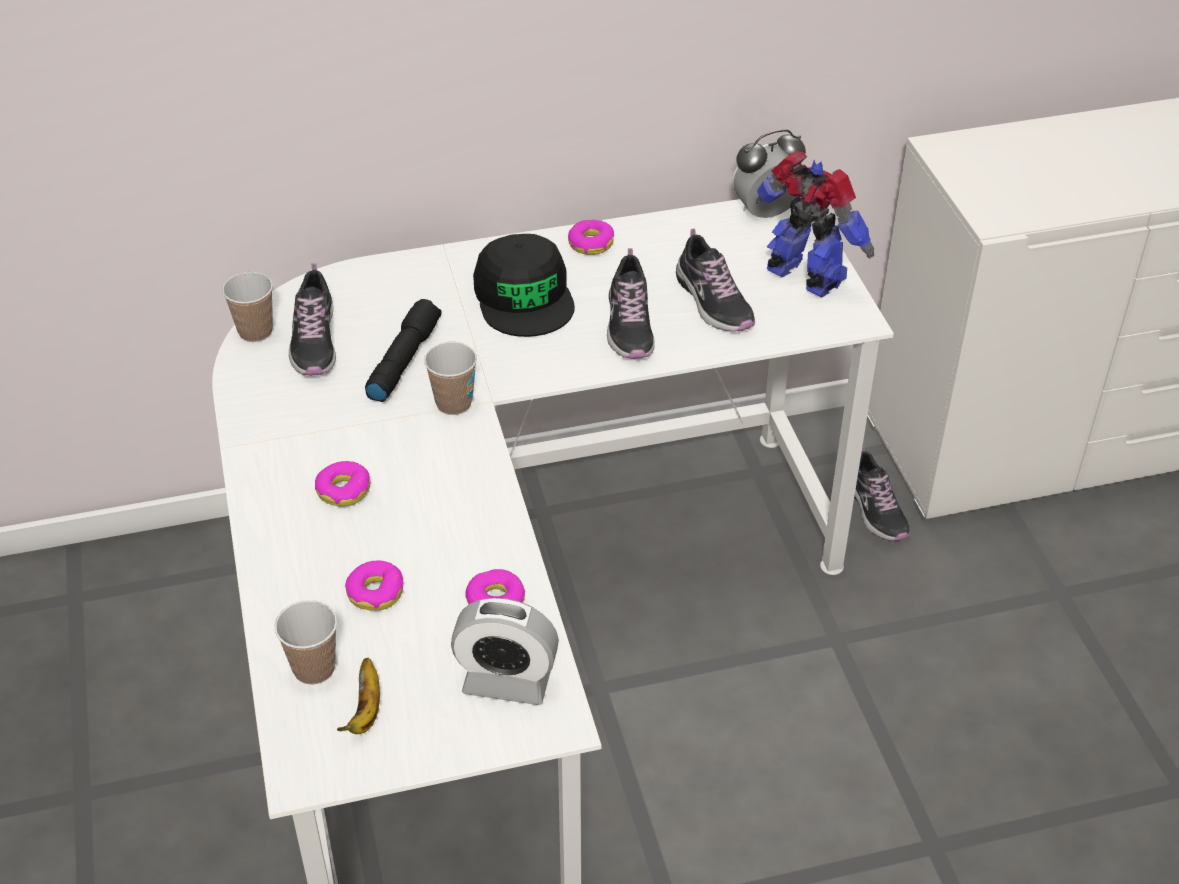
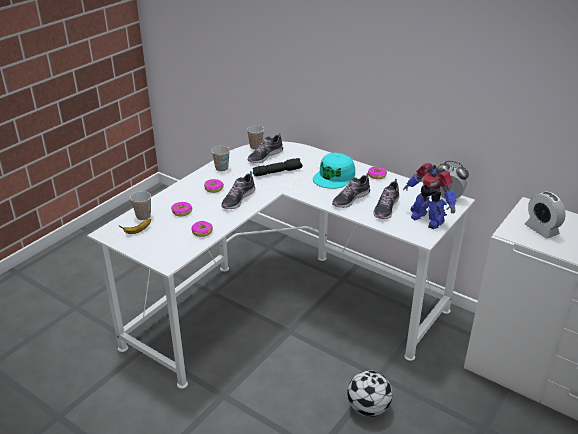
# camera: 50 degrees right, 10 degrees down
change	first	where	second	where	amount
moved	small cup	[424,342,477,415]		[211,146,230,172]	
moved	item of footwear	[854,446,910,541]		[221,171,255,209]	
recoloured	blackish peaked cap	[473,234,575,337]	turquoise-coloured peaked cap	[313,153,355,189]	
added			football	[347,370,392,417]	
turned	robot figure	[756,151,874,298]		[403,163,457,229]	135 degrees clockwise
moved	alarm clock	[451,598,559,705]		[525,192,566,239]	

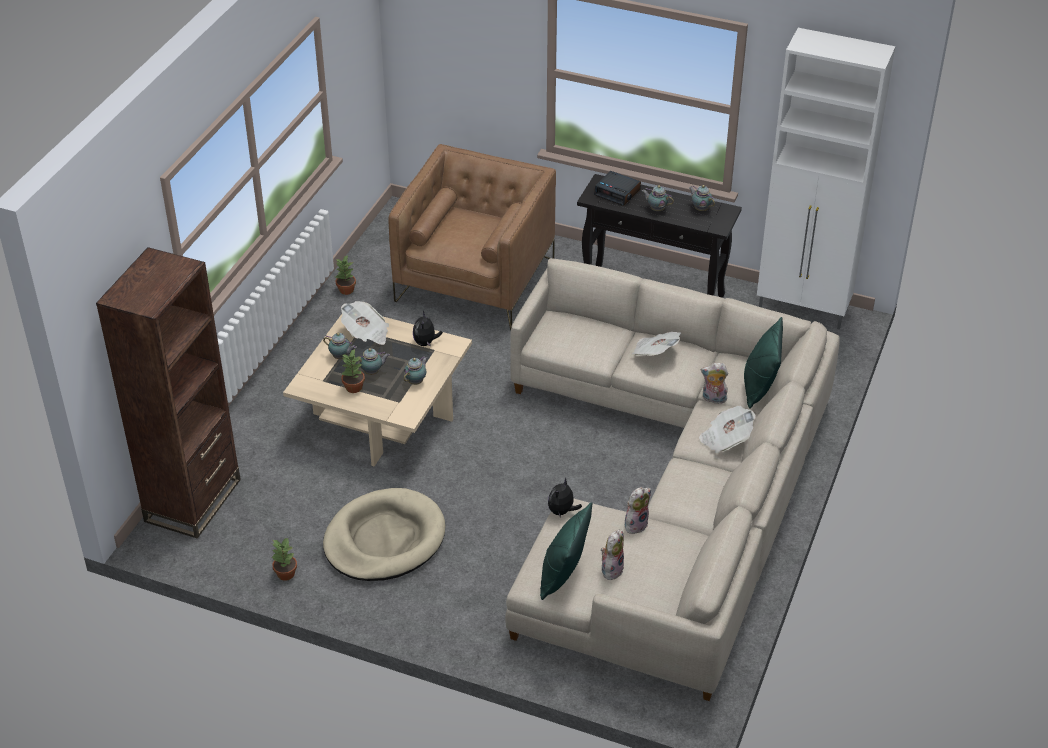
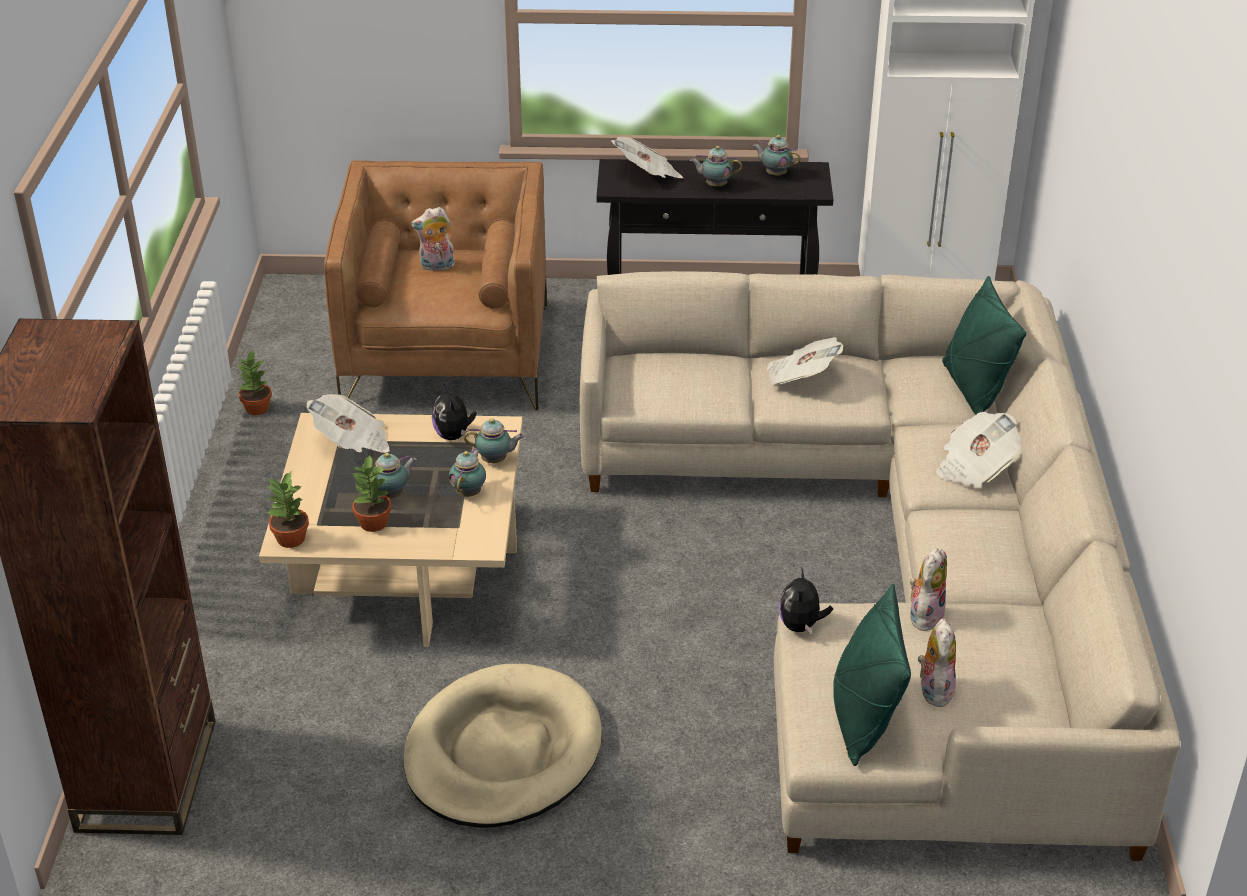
# camera: 20 degrees left, 5 degrees down
change	first	where	second	where	amount
moved	plant in a pot	[271,537,297,581]		[266,472,309,548]	
moved	soft toy	[701,363,728,404]		[411,207,455,271]	
moved	pot for tea	[323,333,357,359]		[464,418,524,463]	
replaced	alarm clock	[594,171,641,206]	newspaper	[611,137,683,178]	

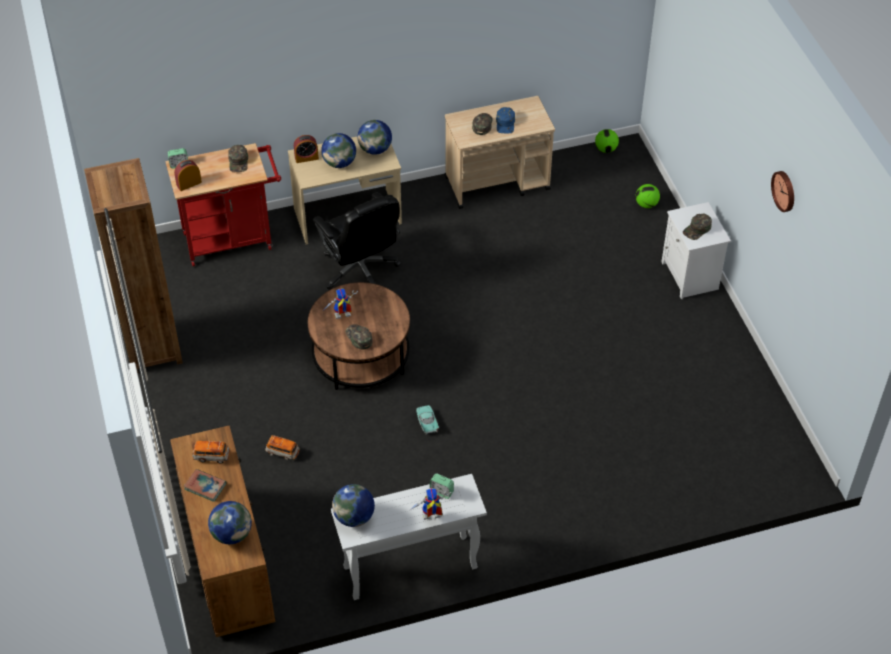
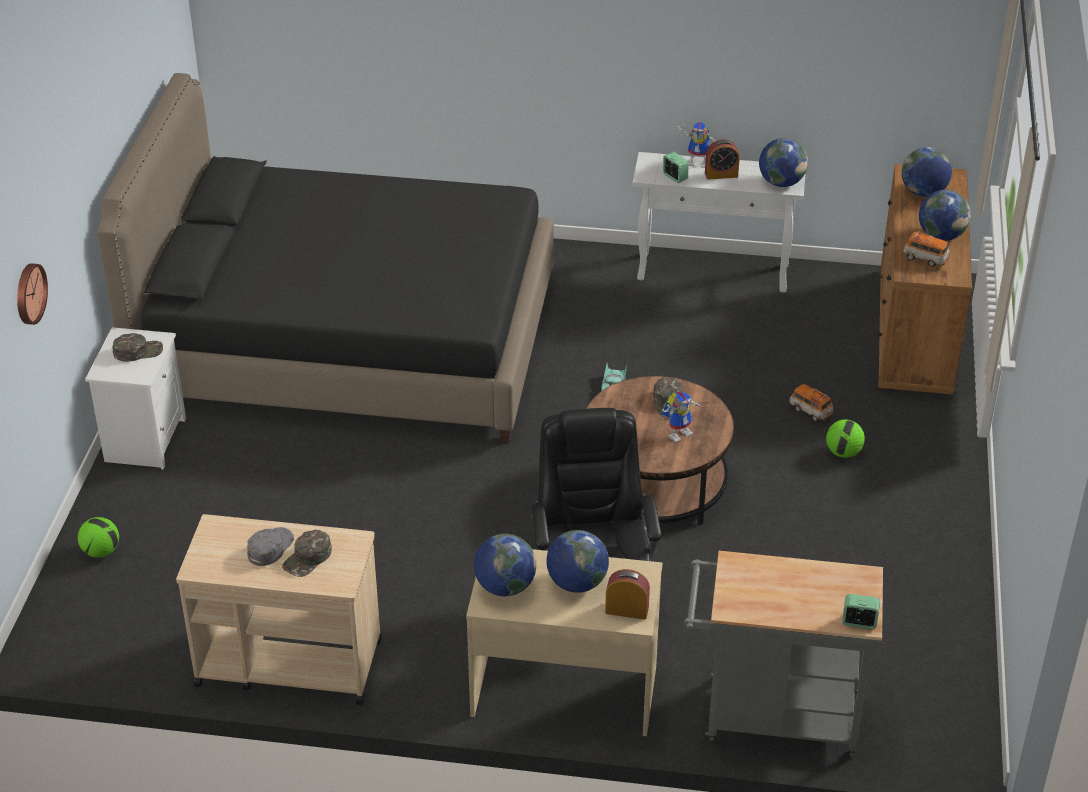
# camera: 155 degrees left, 10 degrees down
change	first	where	second	where	amount
moved	hanging clock	[771,171,794,212]		[17,263,48,325]	
added			blackish sleeping bed	[97,73,554,442]	
recoloured	blue peaked cap	[496,107,515,133]	greyish peaked cap	[247,527,294,566]	
turned	robot figure	[324,289,358,319]		[662,392,704,442]	45 degrees counterclockwise
recoloured	red cart	[165,143,281,266]	greyish cart	[684,551,883,756]	
moved	alarm clock	[174,160,202,191]		[705,139,740,180]	
moved	football	[595,129,619,153]		[826,420,865,458]	
replaced	book	[183,469,227,502]	globe	[919,190,971,241]	
removed	brown shelving unit	[84,158,183,373]			
removed	green peaked cap	[228,145,248,172]			

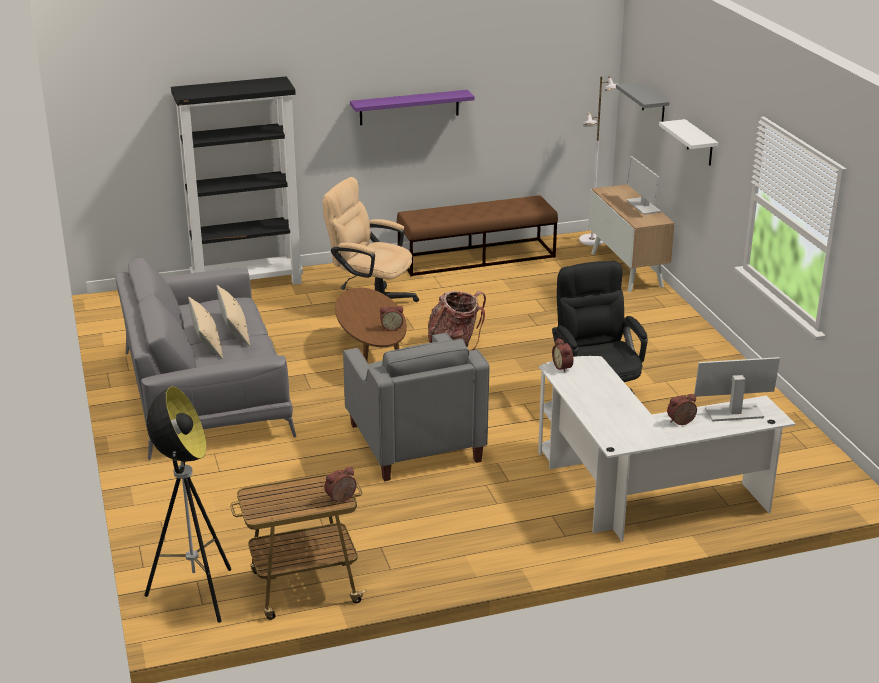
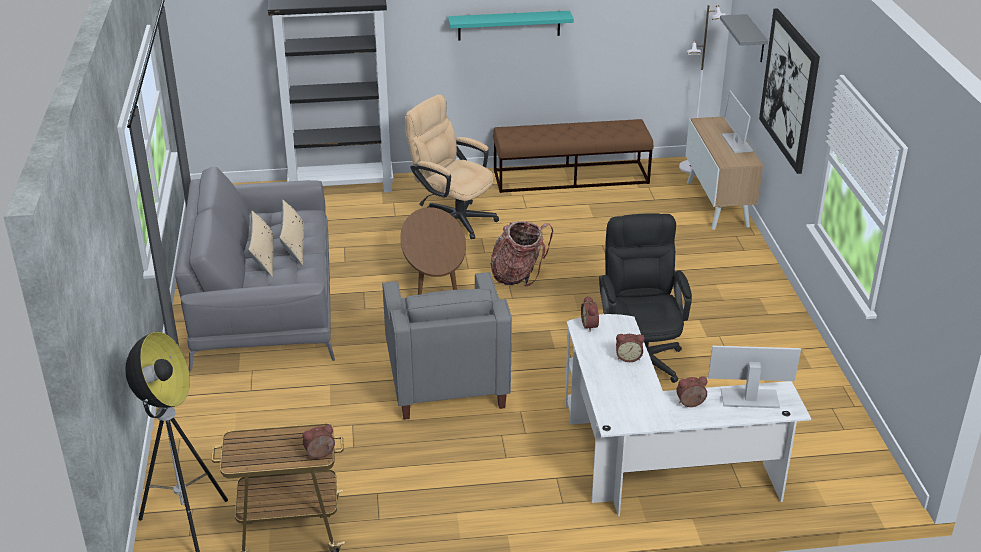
# camera: 10 degrees right, 5 degrees up
change	first	where	second	where	amount
recoloured	purple bracket shelf	[350,90,475,125]	turquoise-coloured bracket shelf	[448,11,574,41]	
moved	alarm clock	[380,306,403,331]		[616,334,645,362]	
replaced	white bracket shelf	[659,119,718,166]	wall picture	[759,8,820,174]	

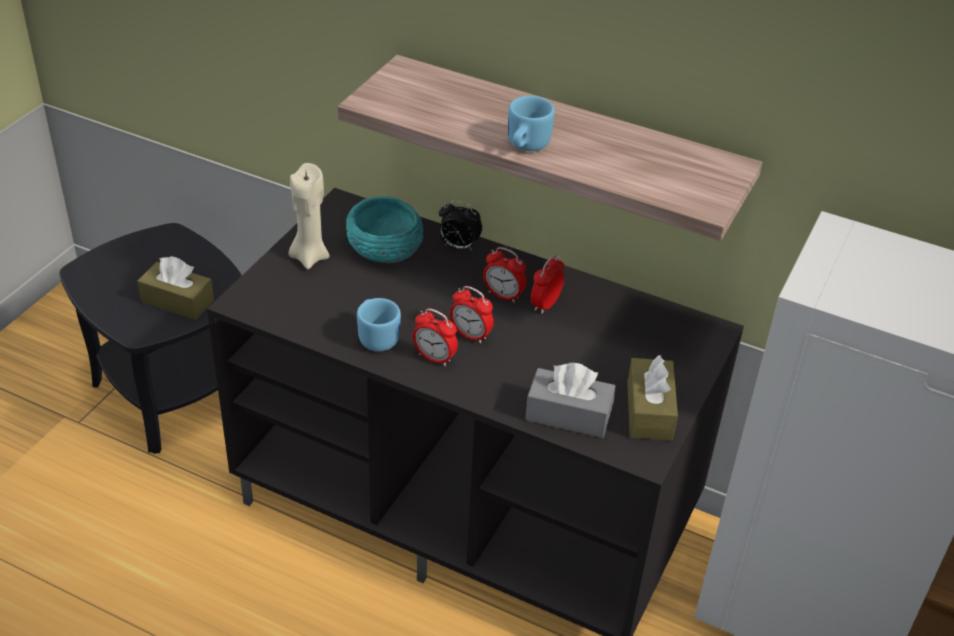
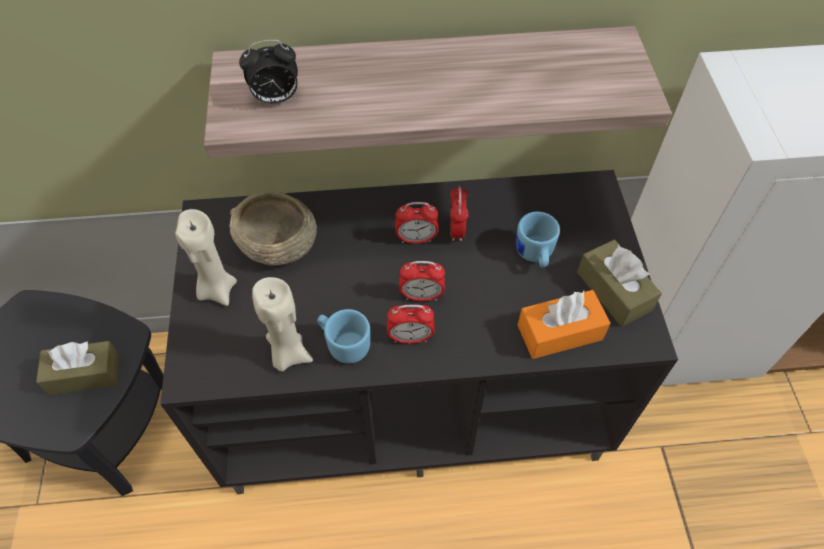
# camera: 30 degrees left, 15 degrees up
change	first	where	second	where	amount
recoloured	turquoise-coloured bowl	[346,196,423,263]	beige-coloured bowl	[229,191,317,266]	
moved	alarm clock	[439,201,482,251]		[239,40,298,104]	
added			beige-coloured wax candle	[252,277,313,372]	
moved	blue tea mug	[508,96,555,151]		[516,212,560,267]	
recoloured	greyish tissue holder	[525,363,615,438]	orangey tissue holder	[518,290,611,359]	

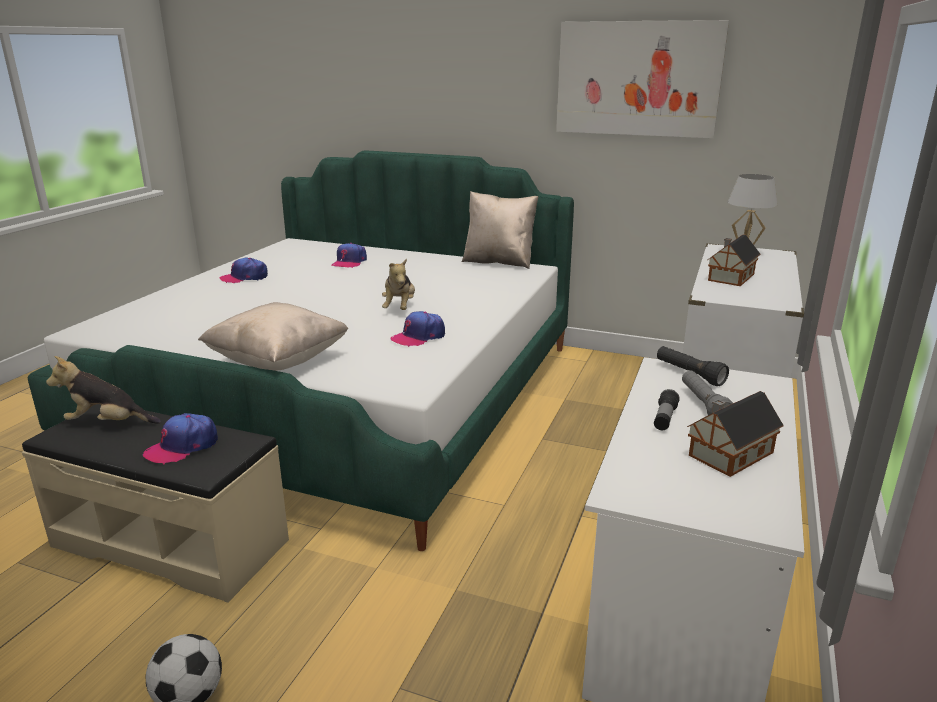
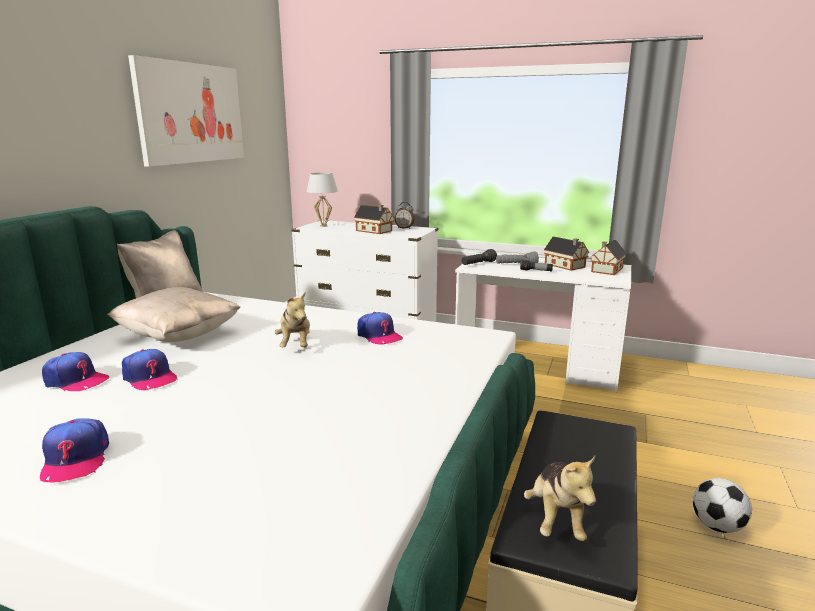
# camera: 90 degrees left, 5 degrees down
change	first	where	second	where	amount
moved	beige-coloured pillow	[198,302,349,371]		[107,287,241,342]	
moved	peaked cap	[143,413,218,465]		[122,349,177,390]	
turned	soft toy	[382,259,415,310]		[275,292,310,347]	75 degrees clockwise
added			alarm clock	[395,202,415,229]	
added			toy house	[591,240,627,275]	

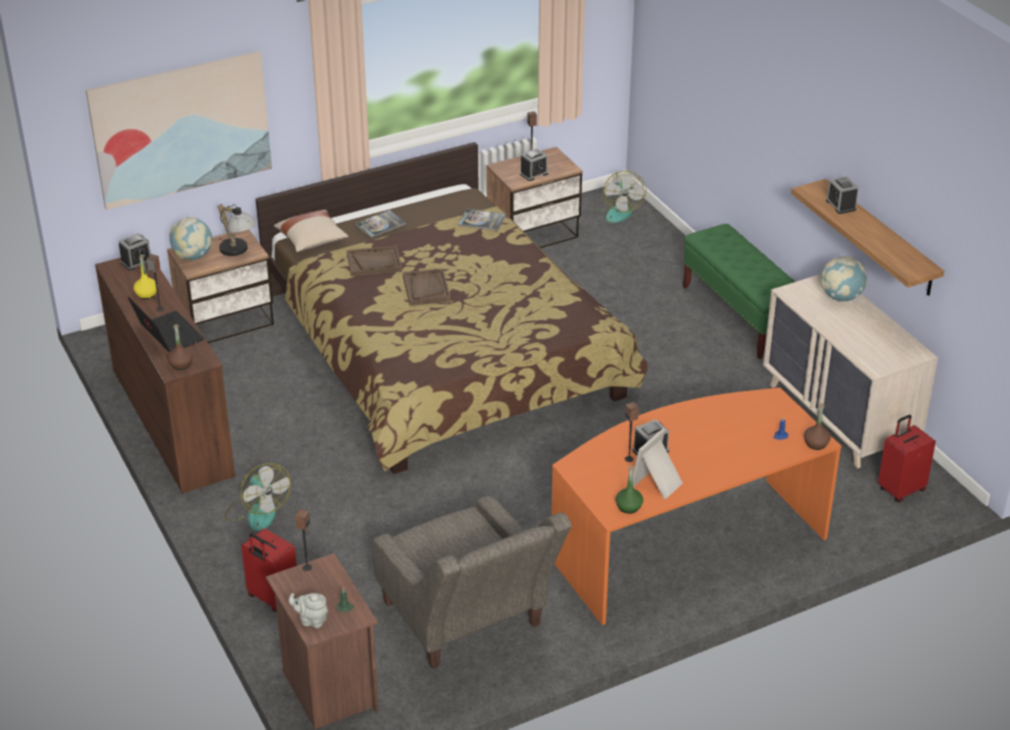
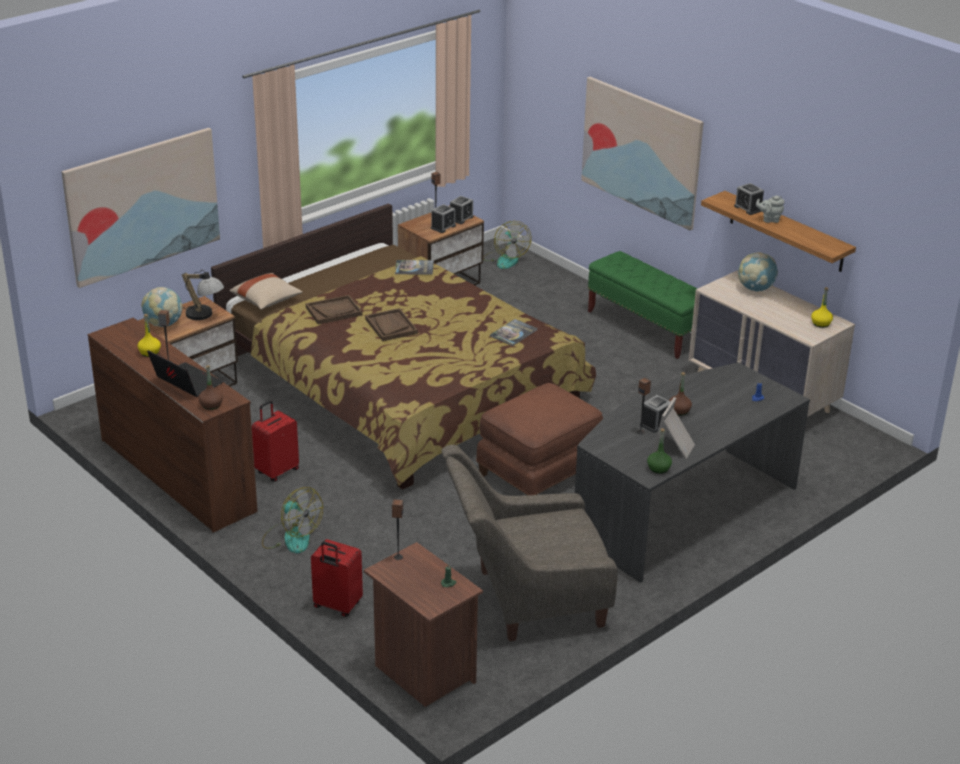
# camera: 15 degrees left, 5 degrees down
change	first	where	second	where	amount
moved	red suitcase	[878,415,936,502]		[252,400,299,482]	
turned	greyish lounge chair	[372,495,572,669]		[441,445,618,641]	120 degrees clockwise
moved	alarm clock	[119,233,151,271]		[450,196,474,224]	
added			brown ottoman	[476,383,603,495]	
moved	book	[355,210,406,238]		[490,319,537,346]	
recoloured	orangey desk table	[551,387,841,625]	greyish desk table	[575,362,810,583]	
added			wall picture	[581,77,704,230]	
moved	brown beverage bottle	[804,403,831,450]		[669,372,692,416]	
moved	greyish pot for tea	[288,593,328,628]		[756,196,784,223]	
added			yellow beverage bottle	[811,287,833,328]	

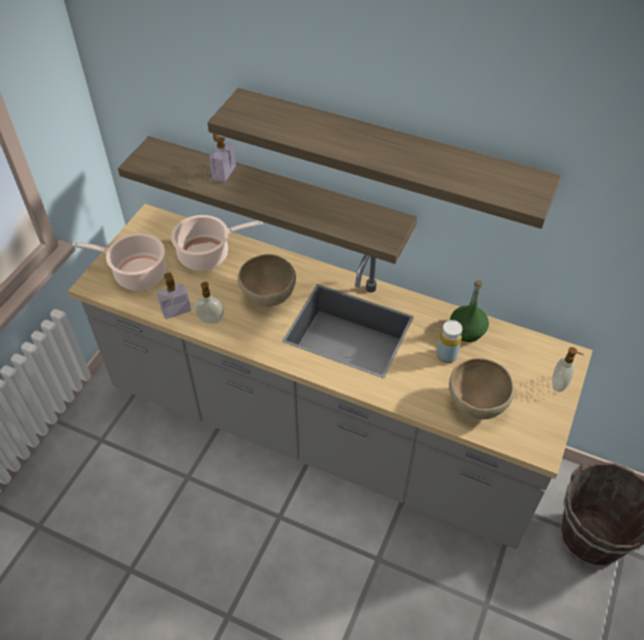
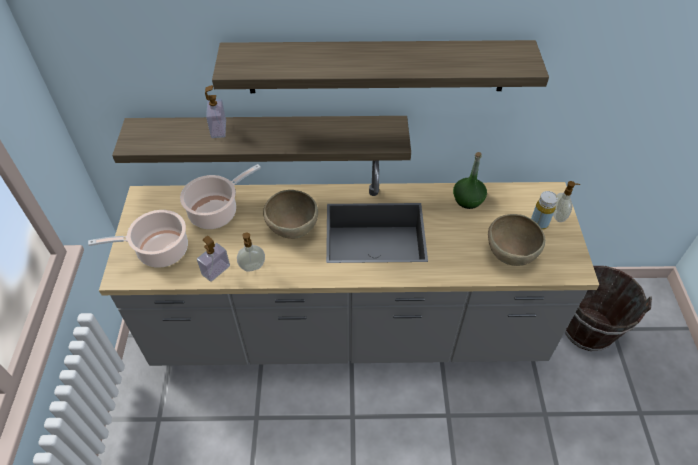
# camera: 25 degrees left, 0 degrees up
change	first	where	second	where	amount
moved	yellow beverage bottle	[436,320,462,363]		[531,191,558,230]	

